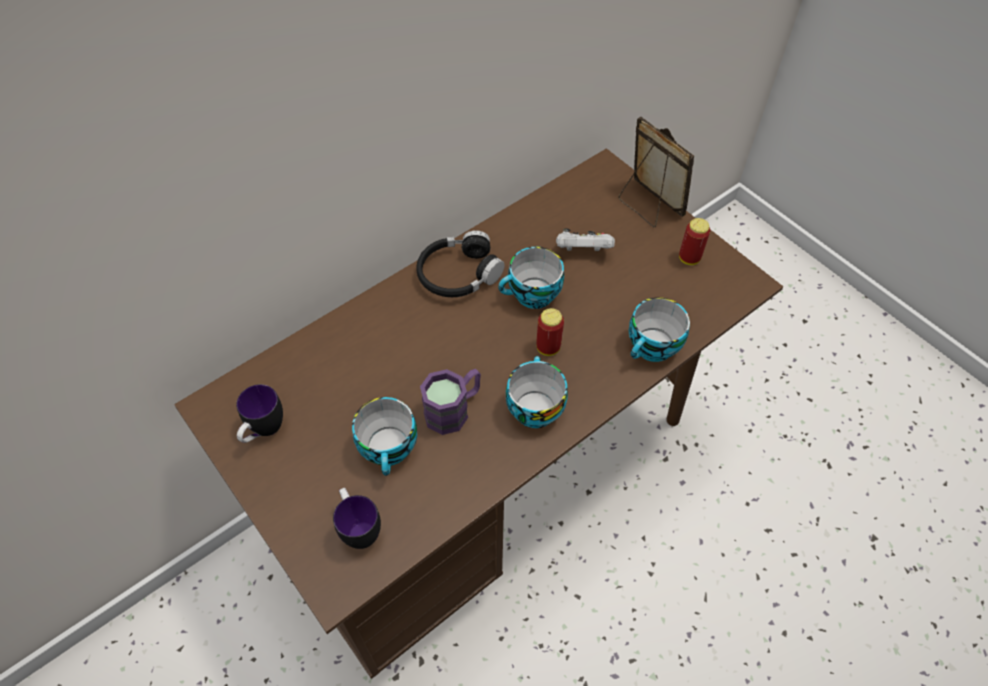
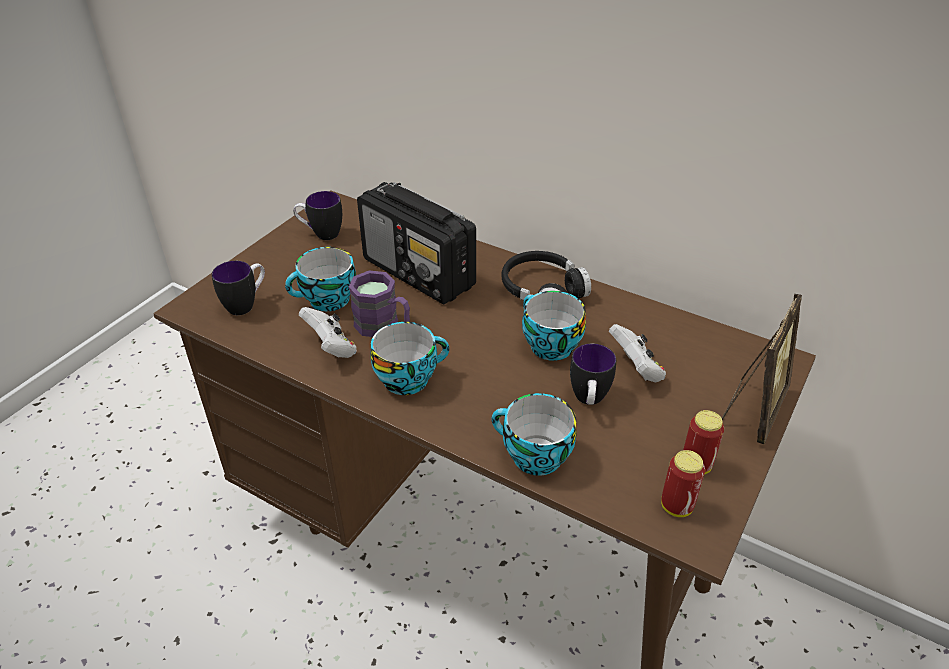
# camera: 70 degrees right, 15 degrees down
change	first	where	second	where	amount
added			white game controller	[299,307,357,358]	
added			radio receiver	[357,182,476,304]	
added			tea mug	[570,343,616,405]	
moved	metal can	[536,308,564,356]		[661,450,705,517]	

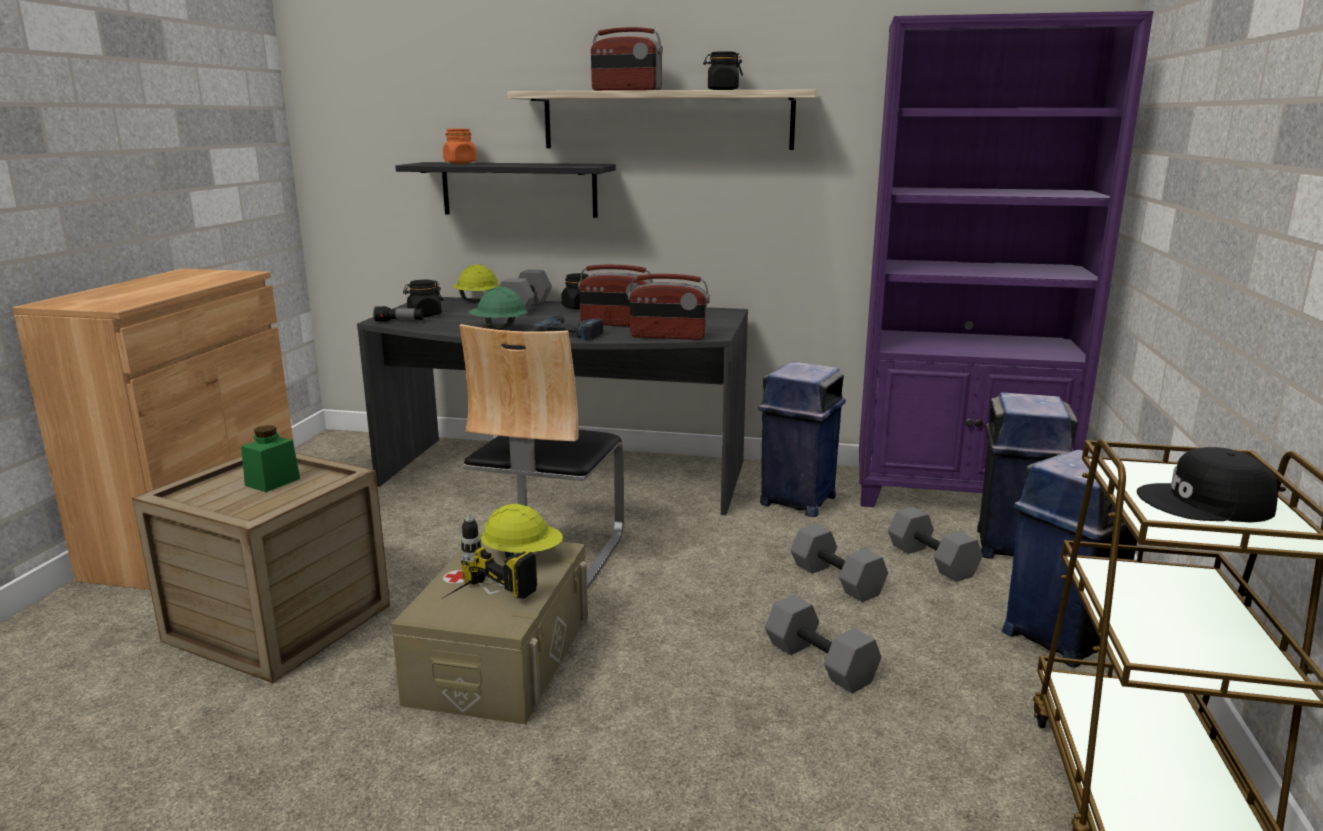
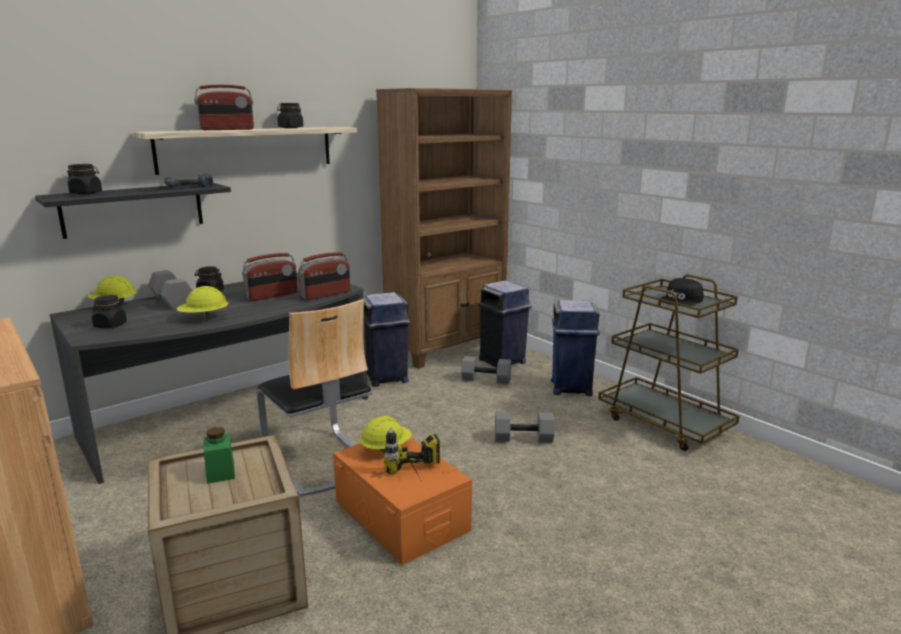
# camera: 50 degrees left, 0 degrees up
change	first	where	second	where	amount
recoloured	orangey jar	[443,129,477,164]	blackish jar	[67,164,102,194]	
moved	drill	[532,315,604,340]		[164,174,214,188]	
recoloured	green safety helmet	[469,287,528,330]	yellow safety helmet	[177,286,228,320]	
recoloured	beige-coloured storage bin	[391,534,588,724]	orangey storage bin	[333,437,472,565]	
recoloured	purple shelving unit	[859,11,1153,507]	brown shelving unit	[376,88,512,369]	
removed	hand torch	[373,306,424,322]			
removed	greyish dumbbell	[791,524,888,602]			

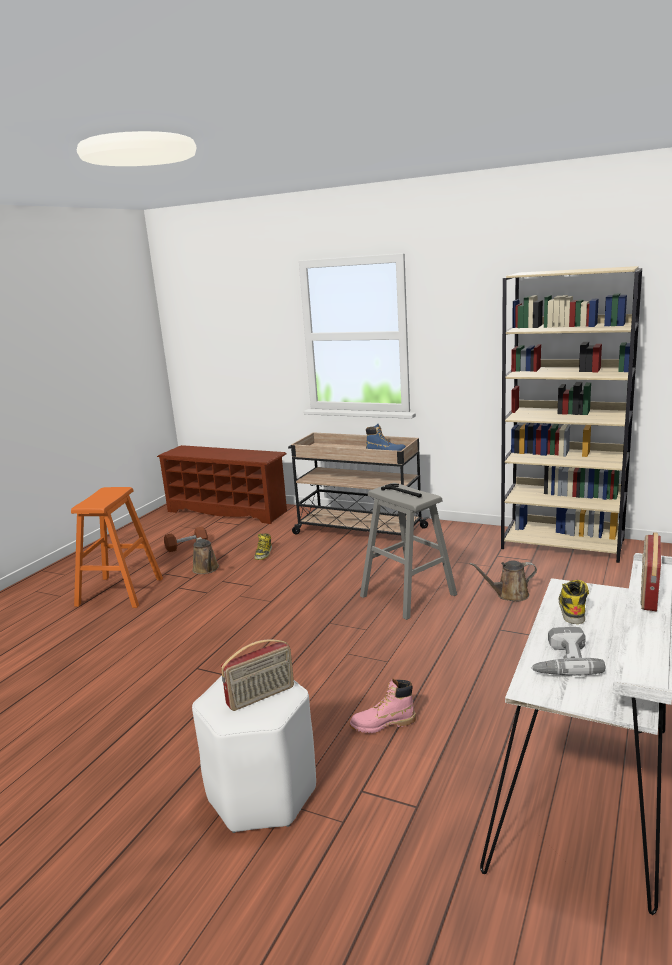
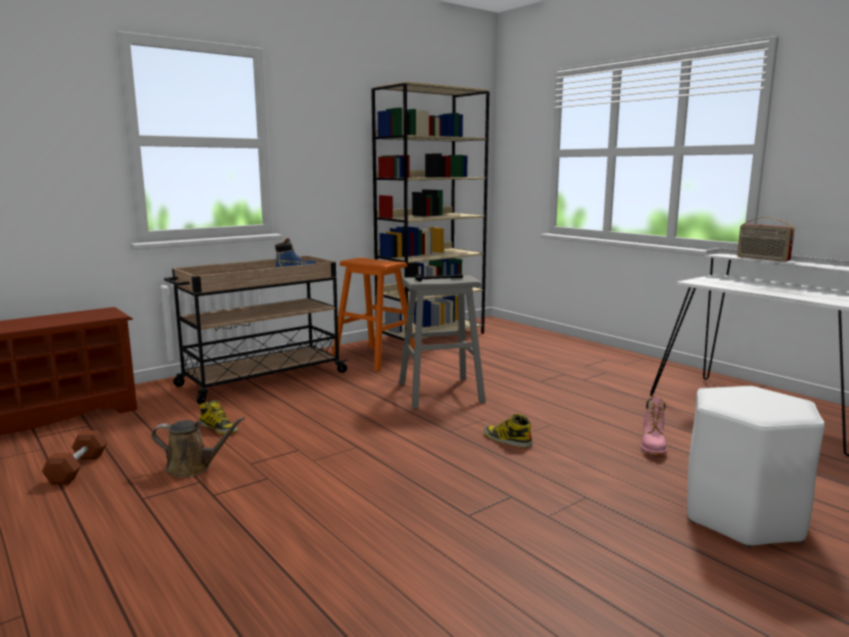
# camera: 65 degrees left, 5 degrees down
change	first	where	second	where	amount
moved	orangey stool seat	[71,487,163,608]		[332,258,415,371]	
moved	high-top boot	[559,580,589,624]		[484,414,533,448]	
removed	radio receiver	[221,639,294,711]			
removed	brown sprinkling can	[469,560,537,601]			
removed	drill	[531,627,605,676]			

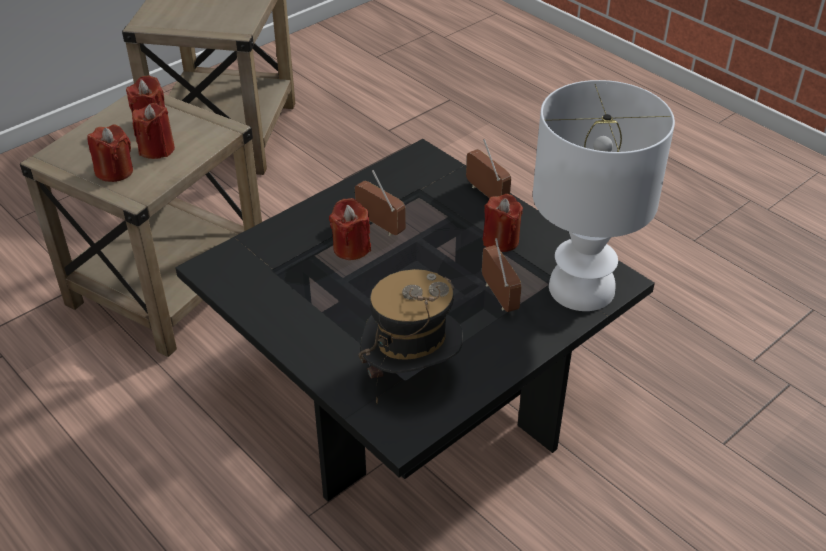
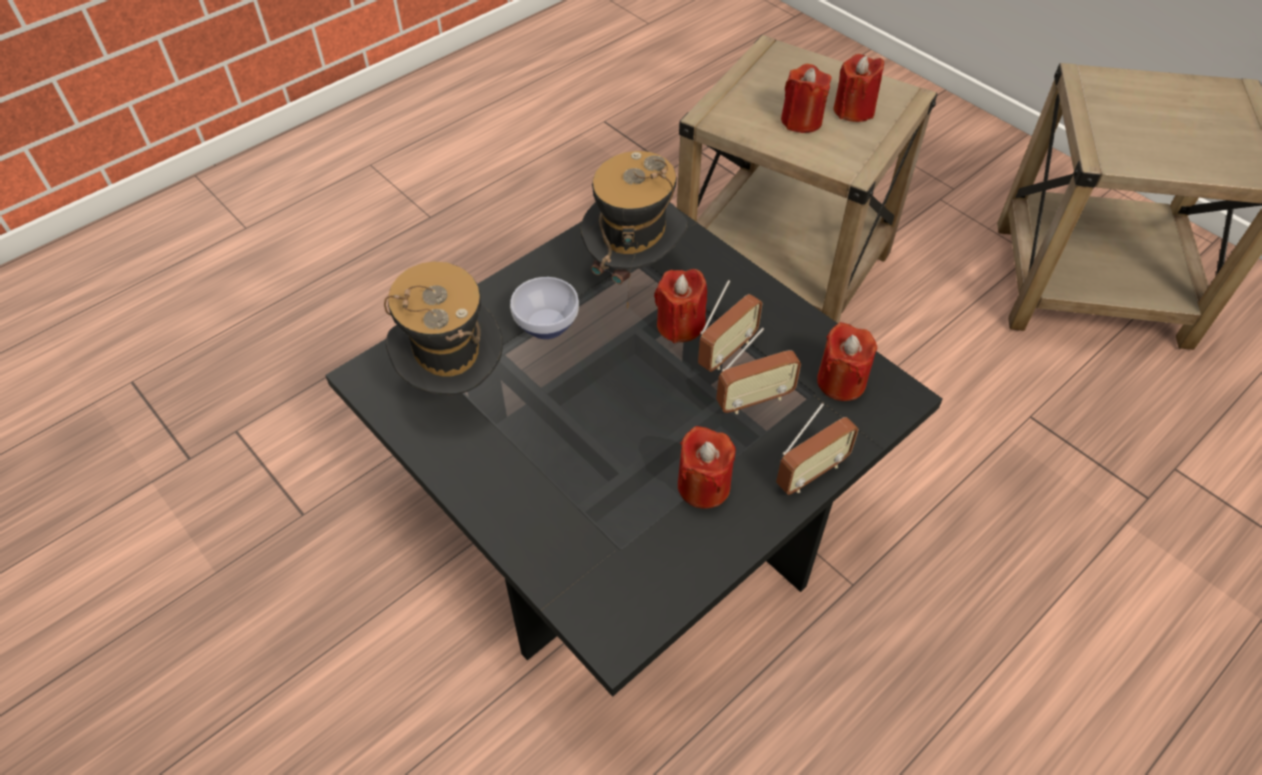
# camera: 90 degrees right, 10 degrees up
change	first	where	second	where	amount
added			bowl	[510,277,579,339]	
added			hat	[580,151,688,309]	
moved	radio receiver	[482,238,522,312]		[716,328,801,414]	
moved	red wax candle	[87,124,133,182]		[817,322,877,401]	
removed	white tabletop lamp	[533,80,675,311]			

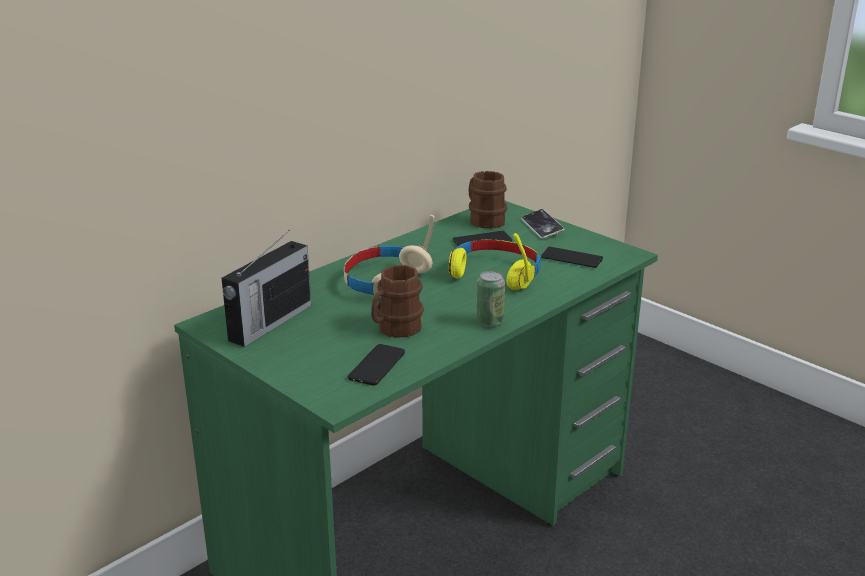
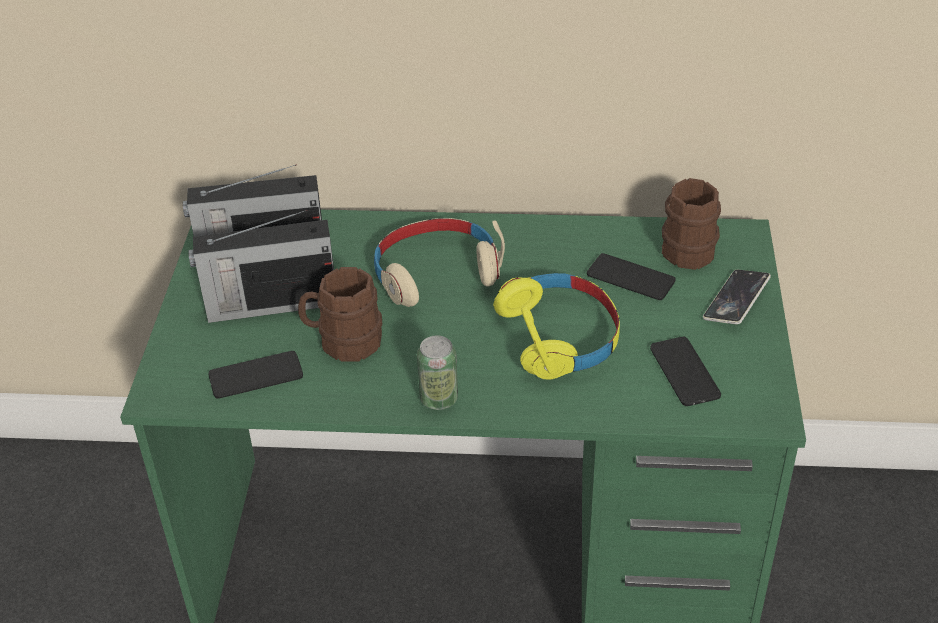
# camera: 50 degrees right, 15 degrees up
change	first	where	second	where	amount
added			radio receiver	[188,210,334,323]	

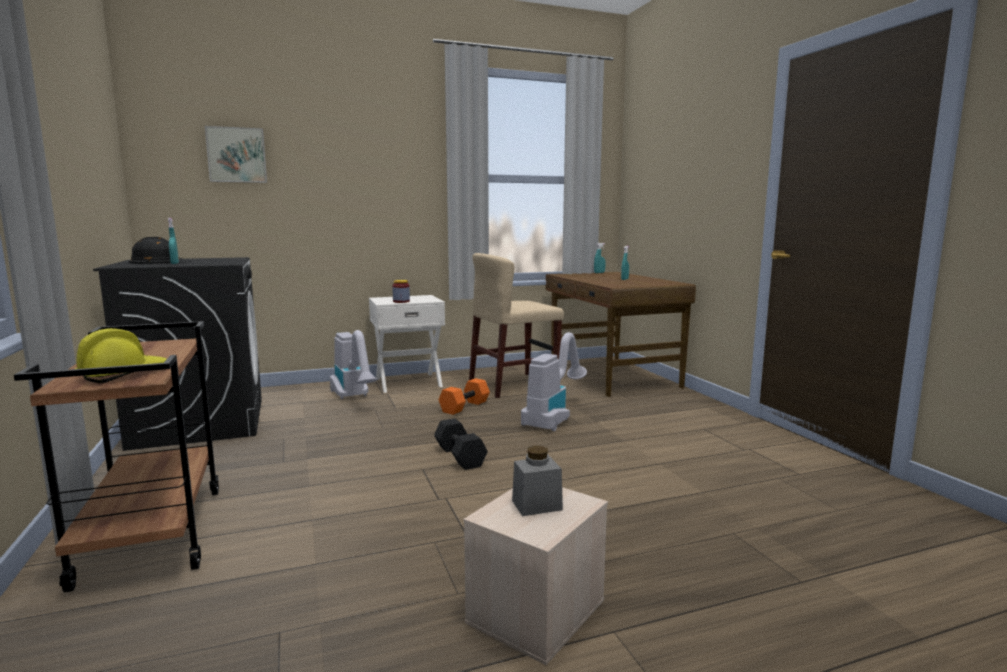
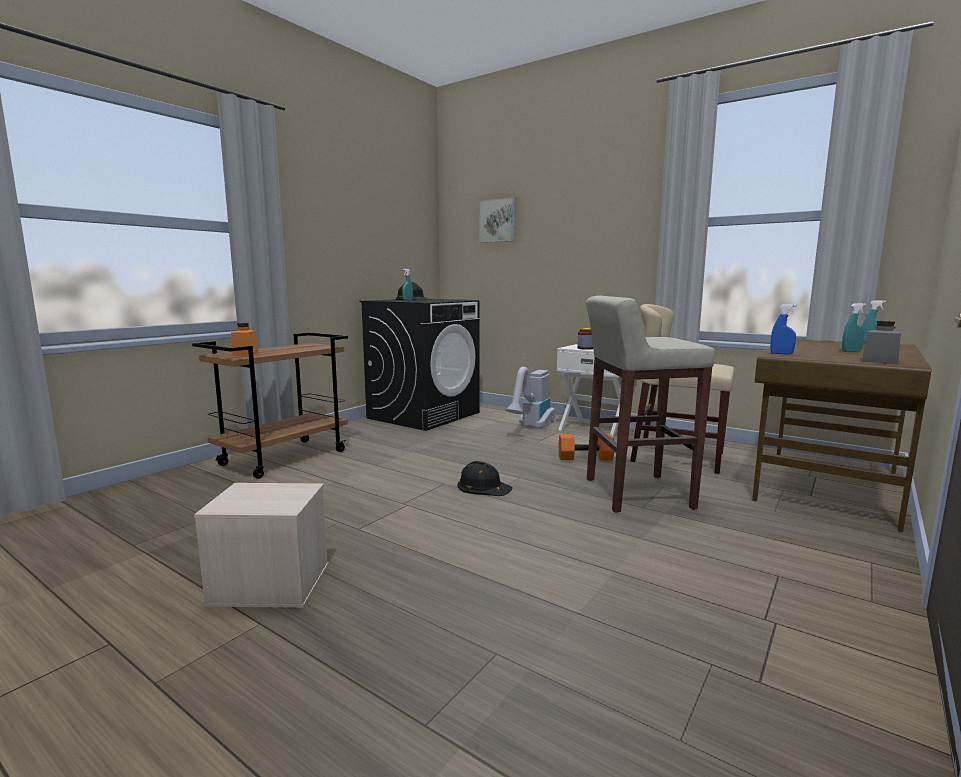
# camera: 55 degrees right, 0 degrees up
change	first	where	second	where	amount
replaced	yellow safety helmet	[75,328,167,383]	orangey jar	[231,323,258,356]	
replaced	blackish dumbbell	[434,418,488,470]	blackish safety helmet	[457,461,513,496]	
replaced	hoover	[521,332,587,431]	beige-coloured stool seat	[586,295,715,513]	
added			blue sprayer	[770,304,797,355]	
moved	greyish jar	[512,446,563,516]		[862,321,901,364]	

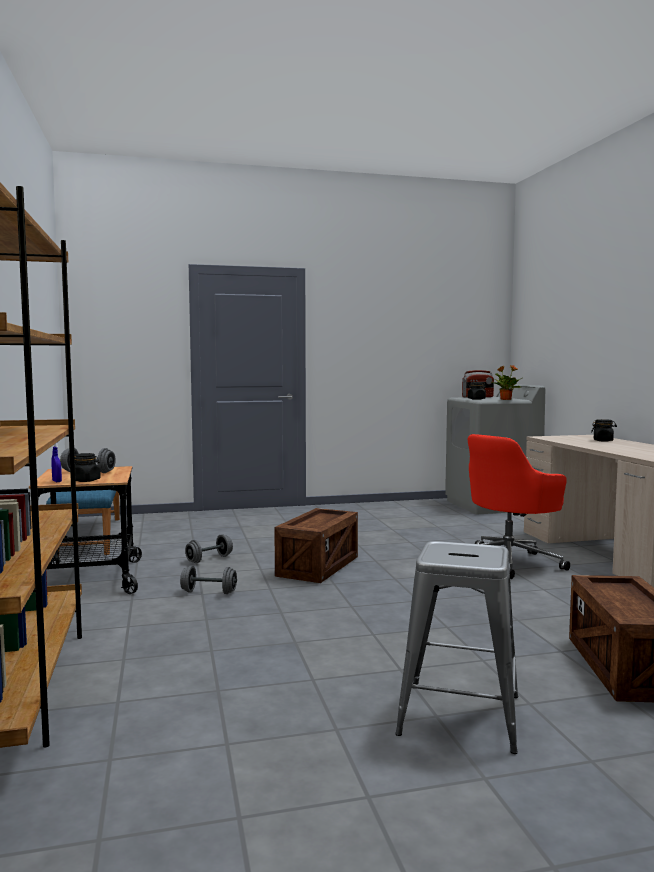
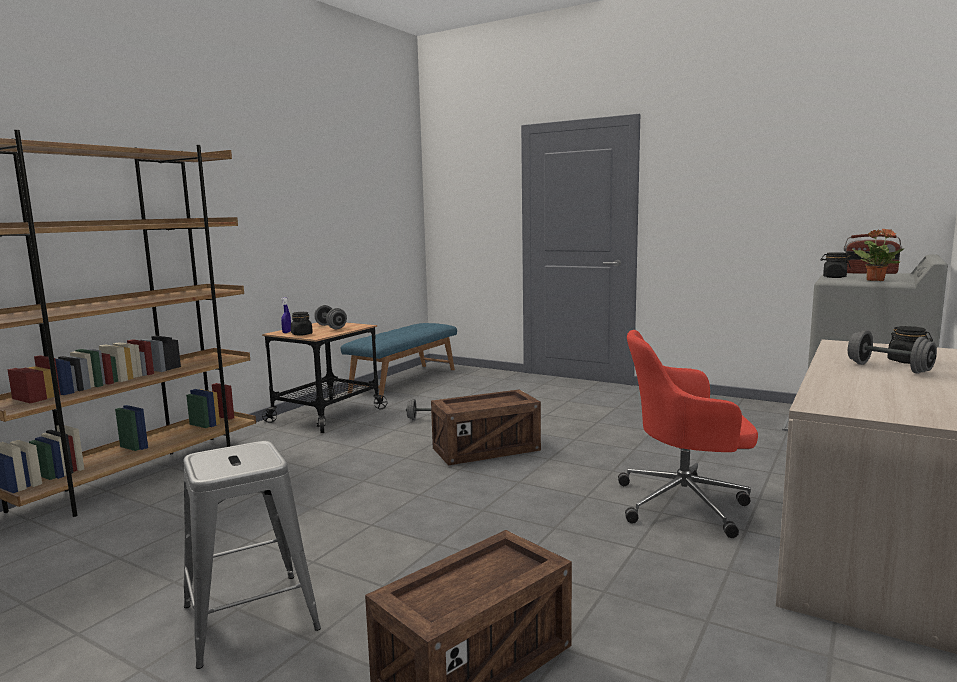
# camera: 45 degrees right, 5 degrees up
change	first	where	second	where	amount
moved	greyish dumbbell	[180,565,237,594]		[848,330,937,374]	

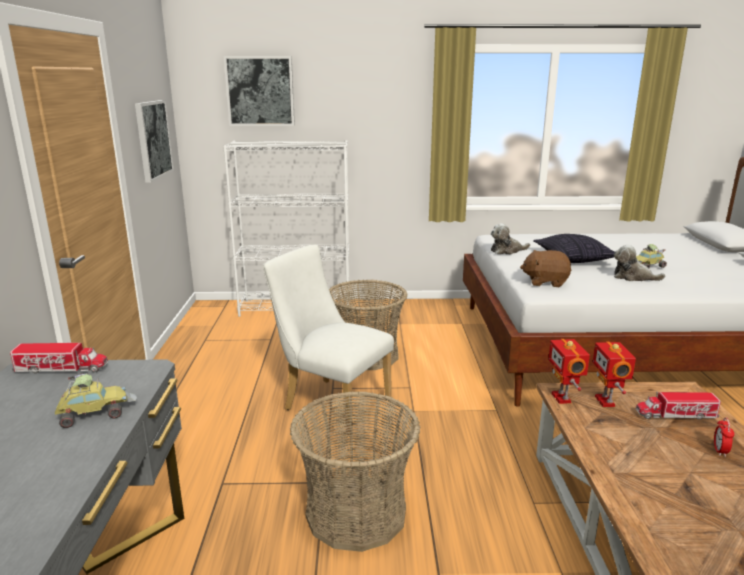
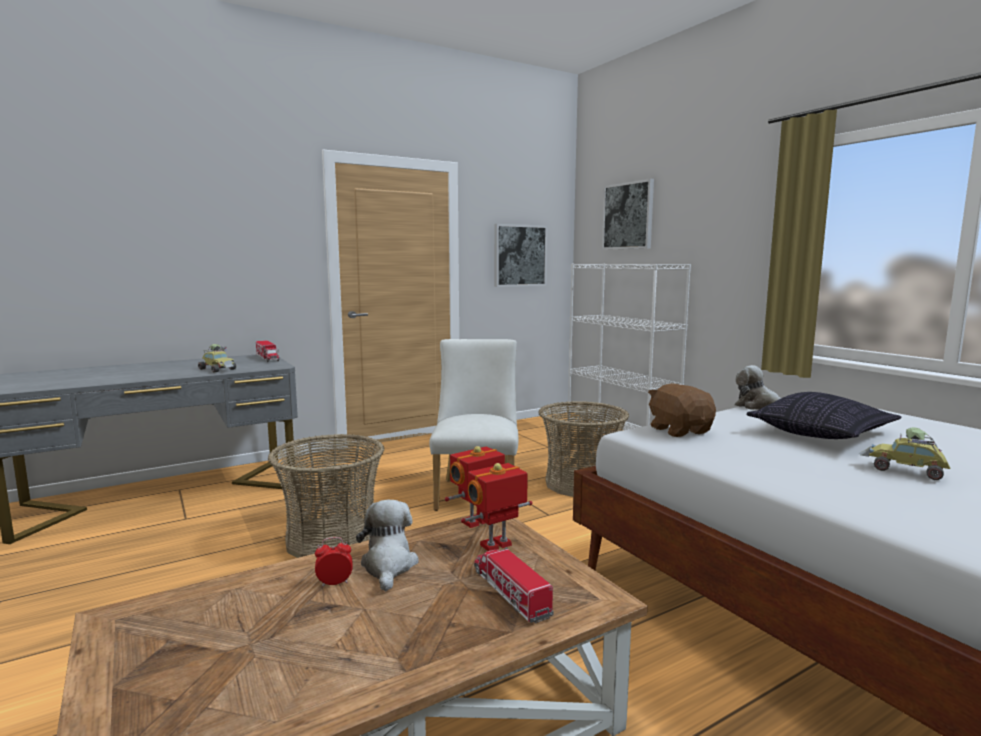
# camera: 60 degrees right, 10 degrees down
change	first	where	second	where	amount
moved	alarm clock	[714,417,734,457]		[315,537,353,587]	
moved	soft toy	[614,245,665,281]		[356,500,419,591]	

